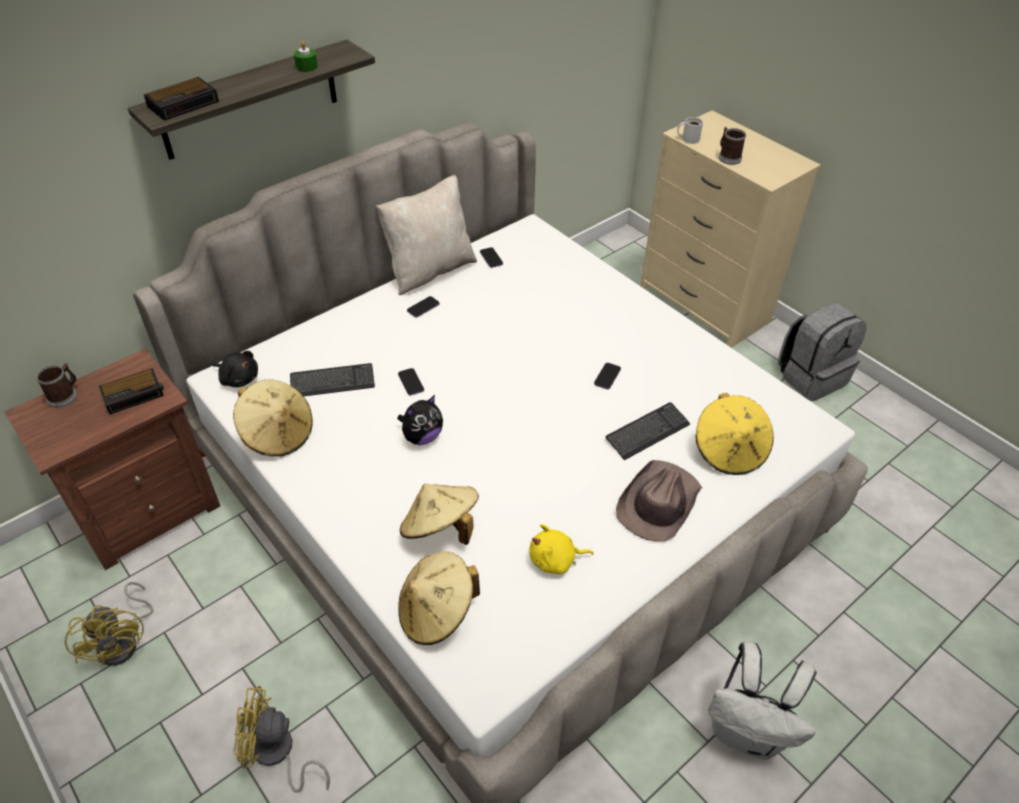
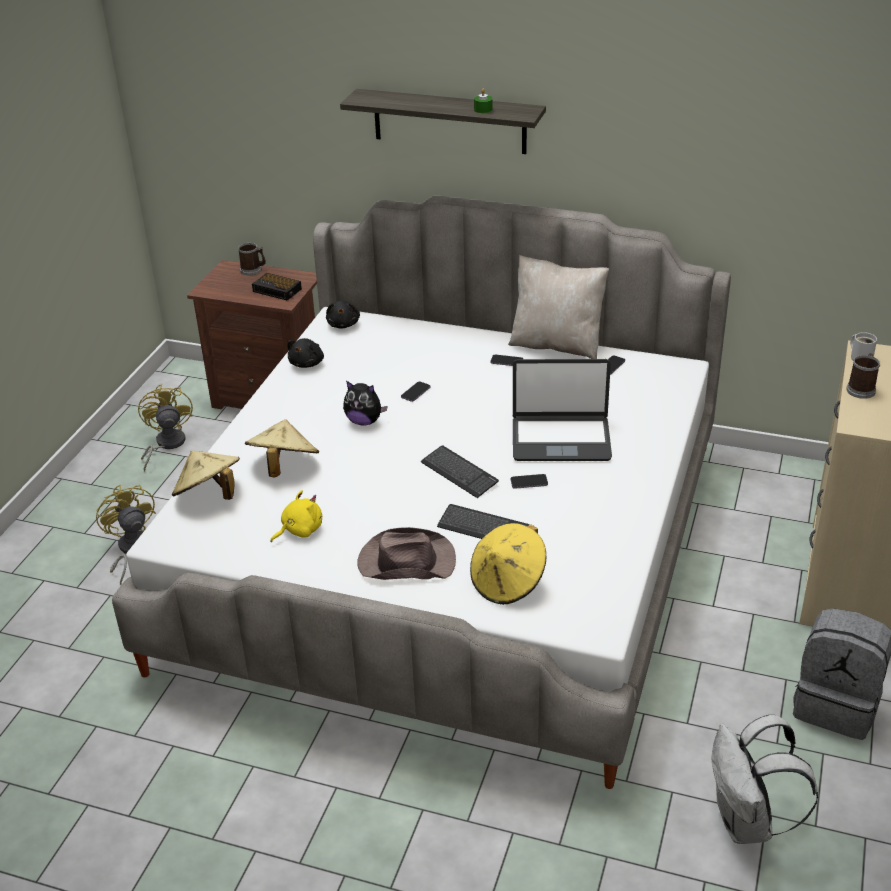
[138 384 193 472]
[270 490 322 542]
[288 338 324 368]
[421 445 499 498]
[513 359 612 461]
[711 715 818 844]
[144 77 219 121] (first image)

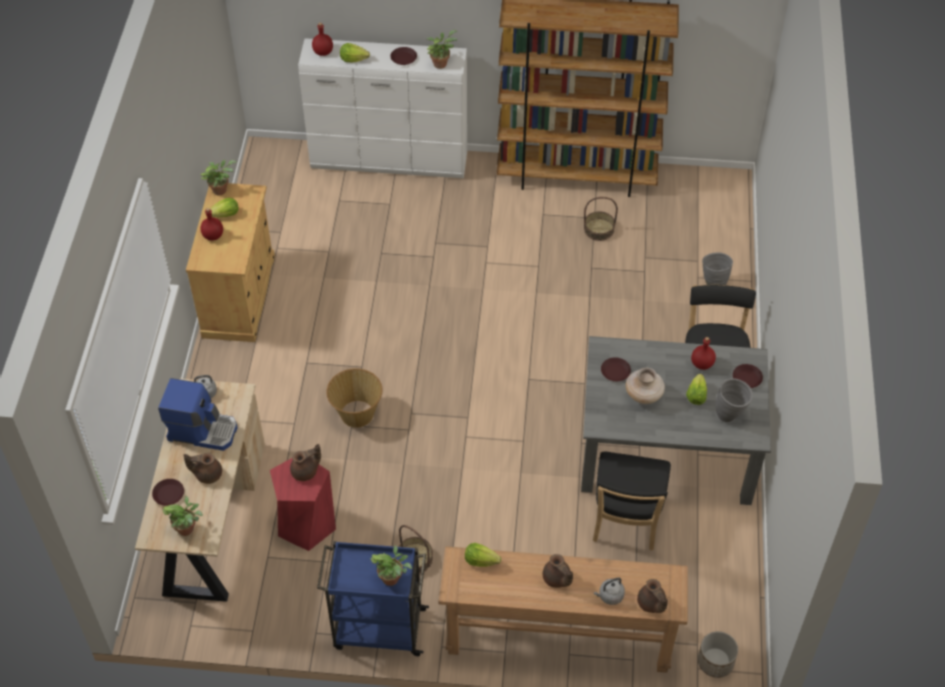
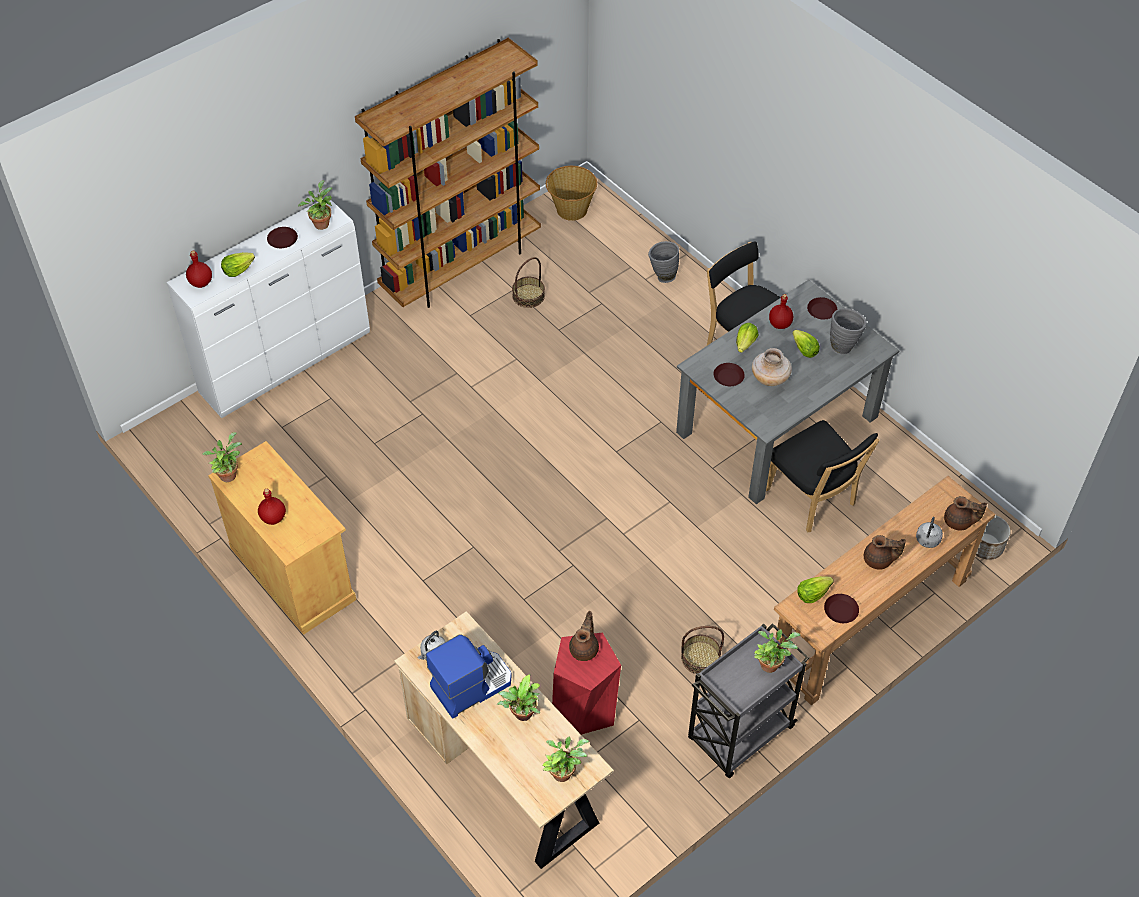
[497 674 540 721]
[546 166 597 221]
[688 623 809 778]
[736 323 759 353]
[824 594 859 623]

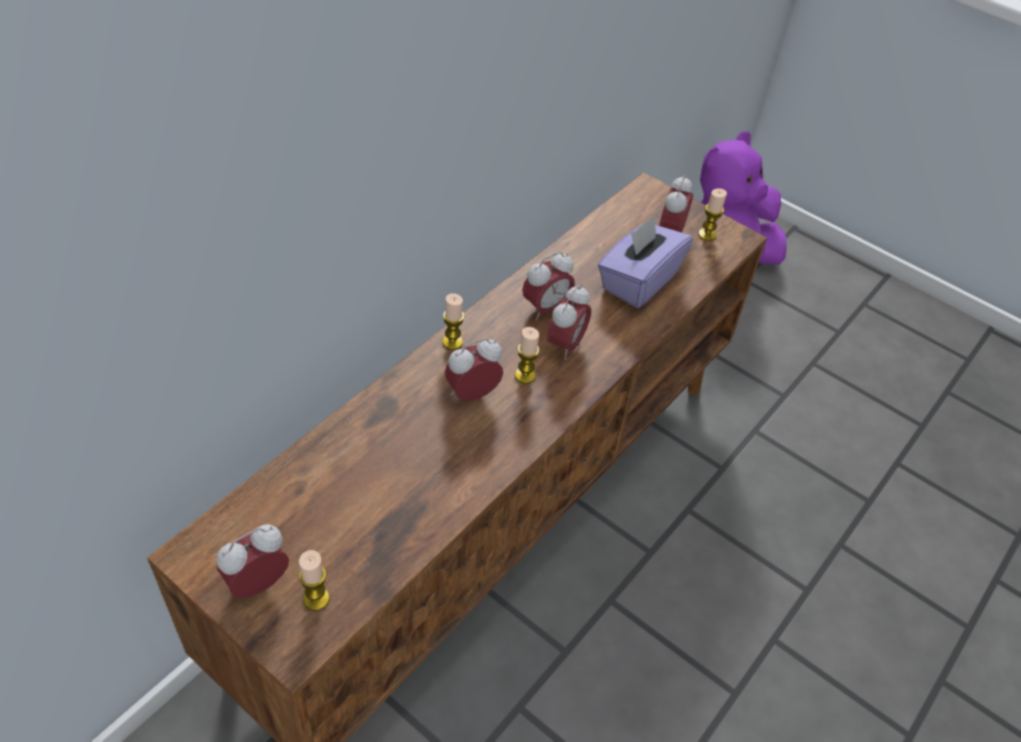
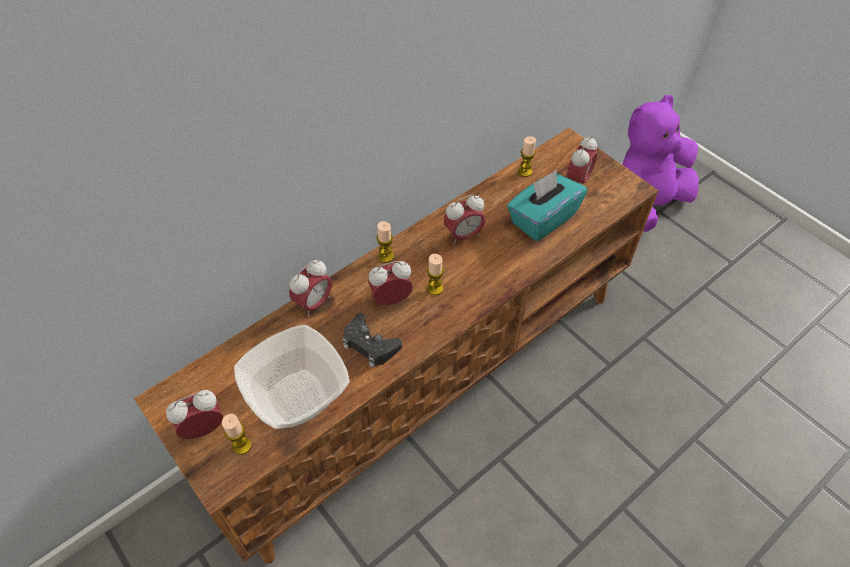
[234 325 349 429]
[289 259 332 316]
[342 313 402 368]
[507 169 587 241]
[518 136 536 177]

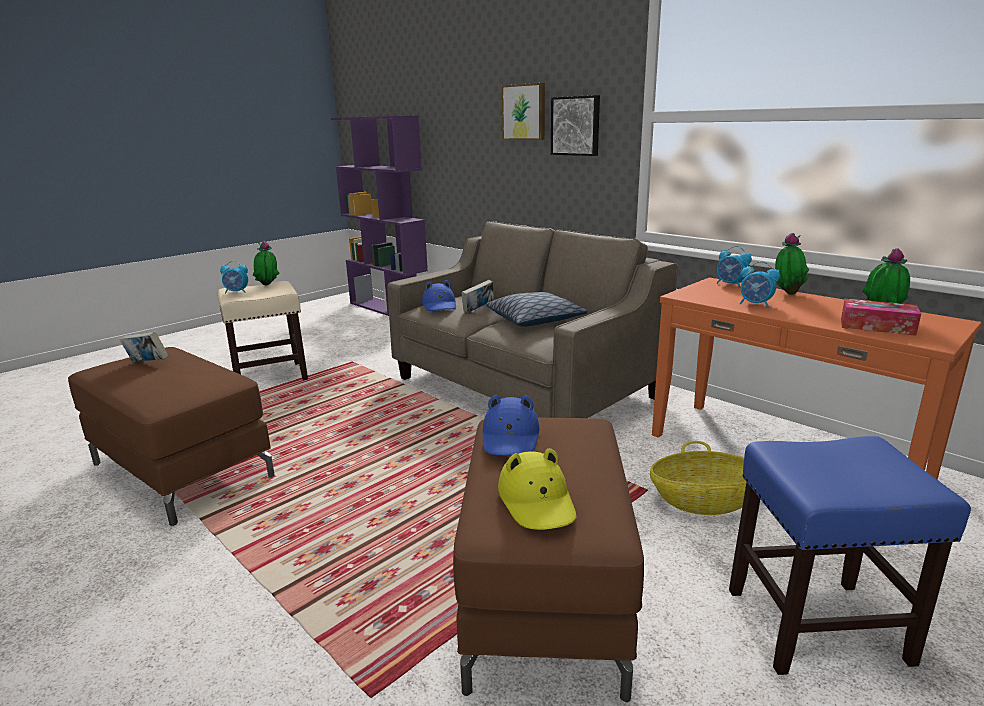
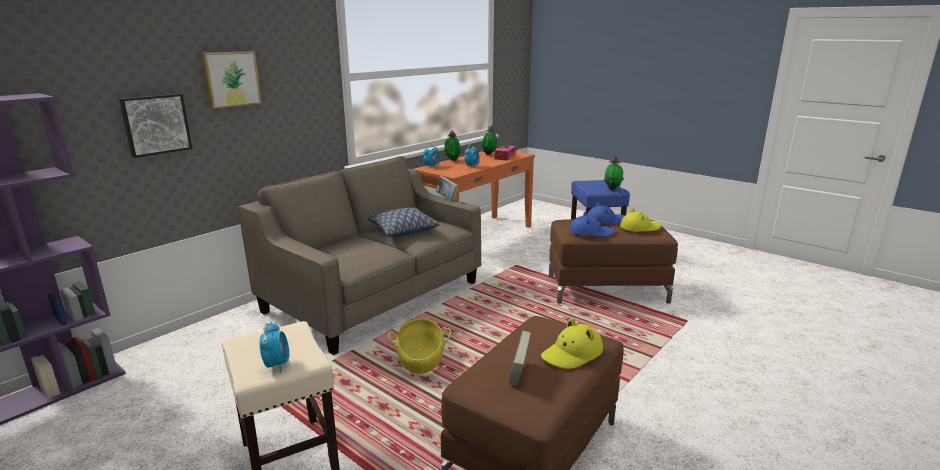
[119 94 192 158]
[388 318 451 374]
[436 176 459 201]
[541 319 603 369]
[587 202 625 224]
[604 157 624 190]

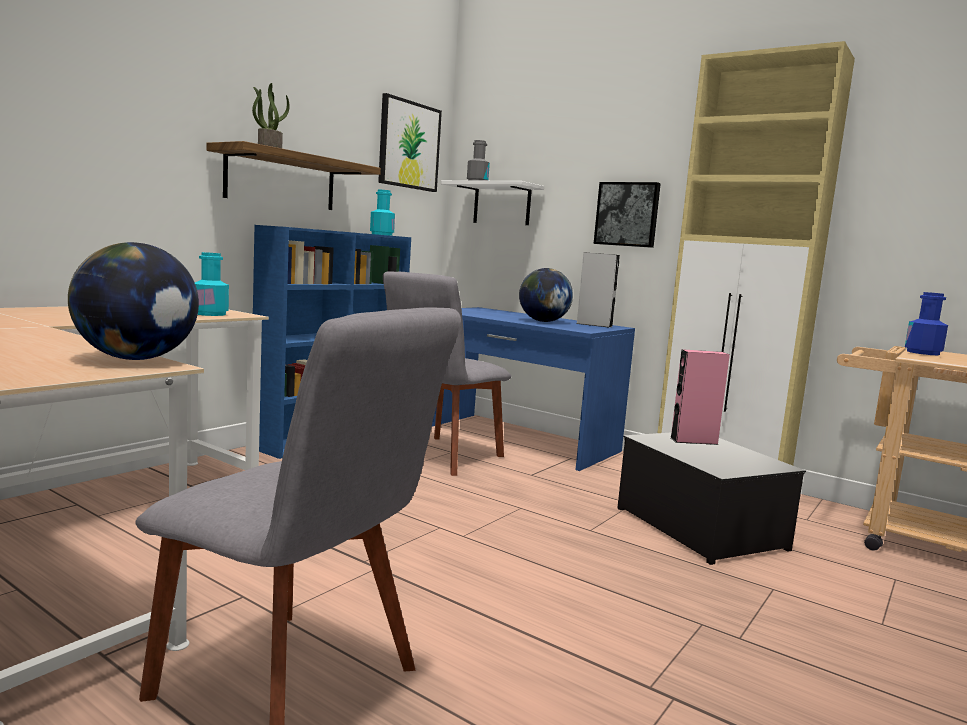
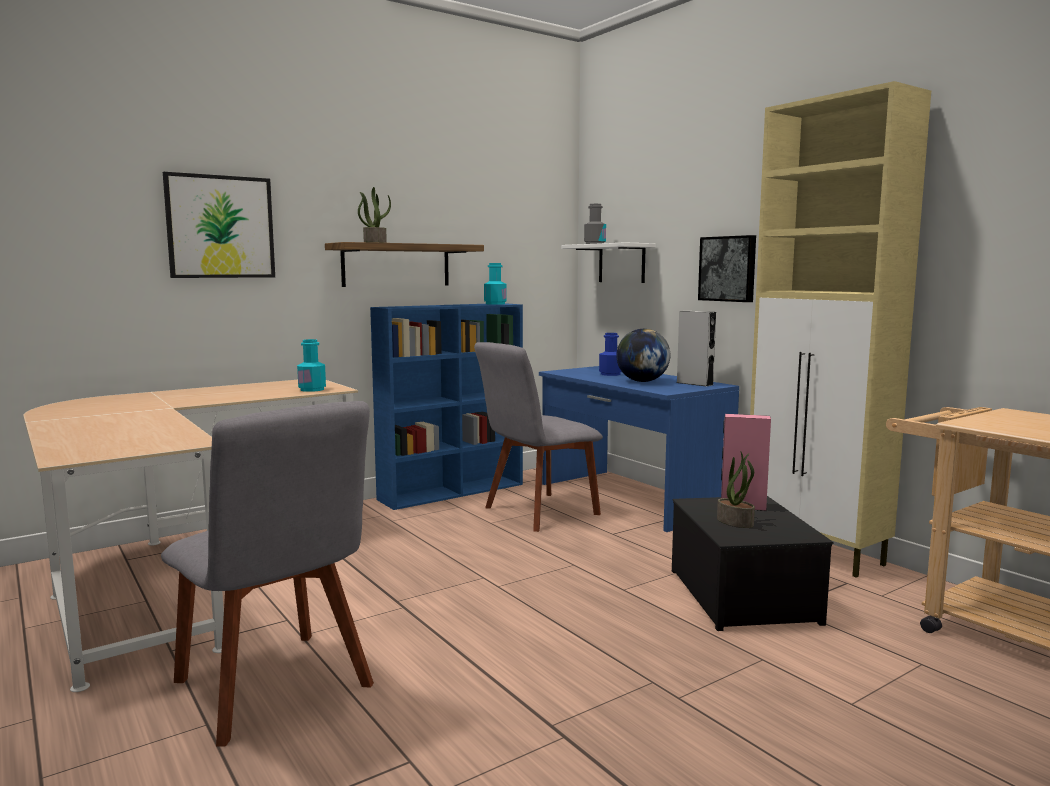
[163 172 275 278]
[599 333 622 376]
[717 452 755 528]
[68 242 199 360] (first image)

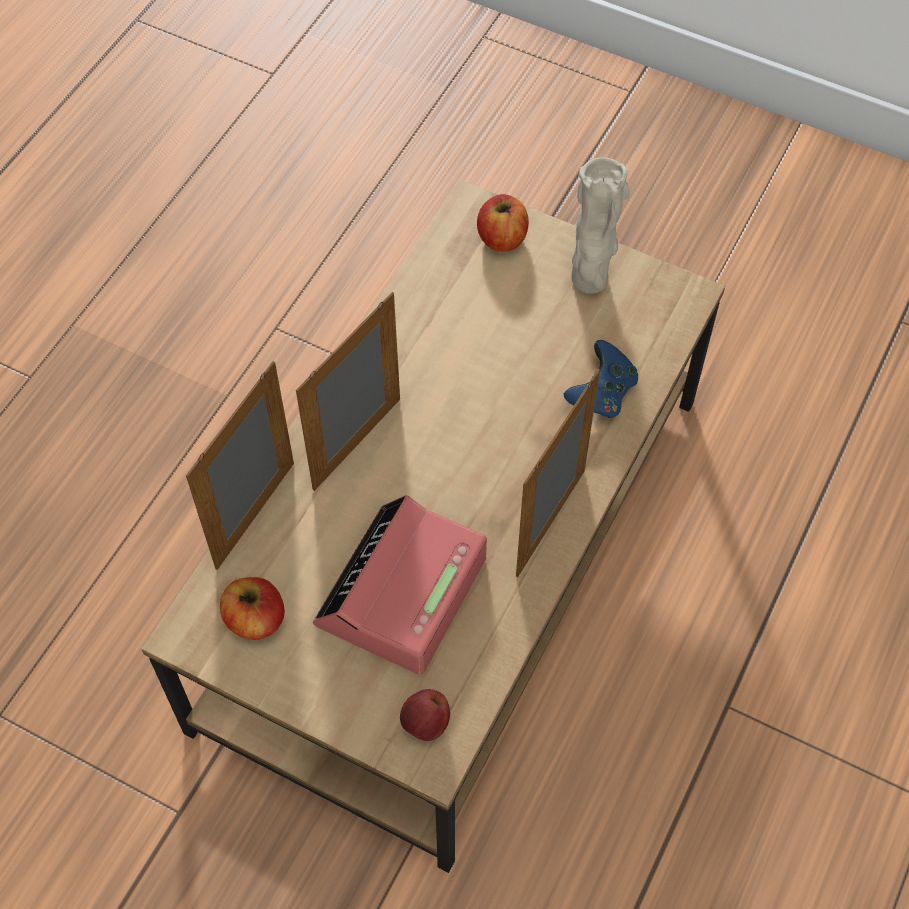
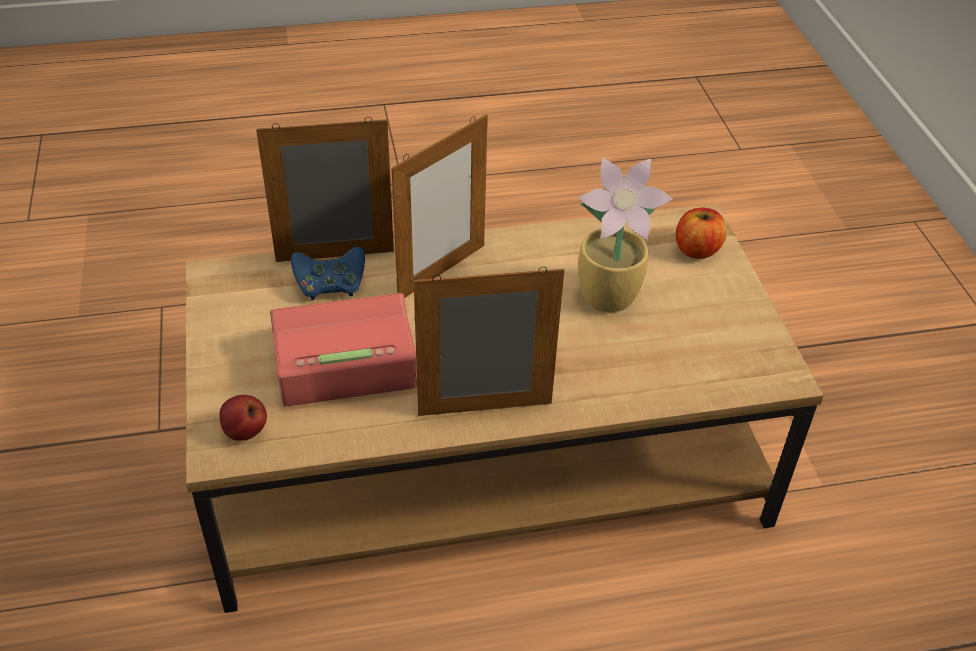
[291 246 365 300]
[391 115 488 298]
[578 158 672 312]
[220 577 285 640] (first image)
[571 157 629 294] (first image)

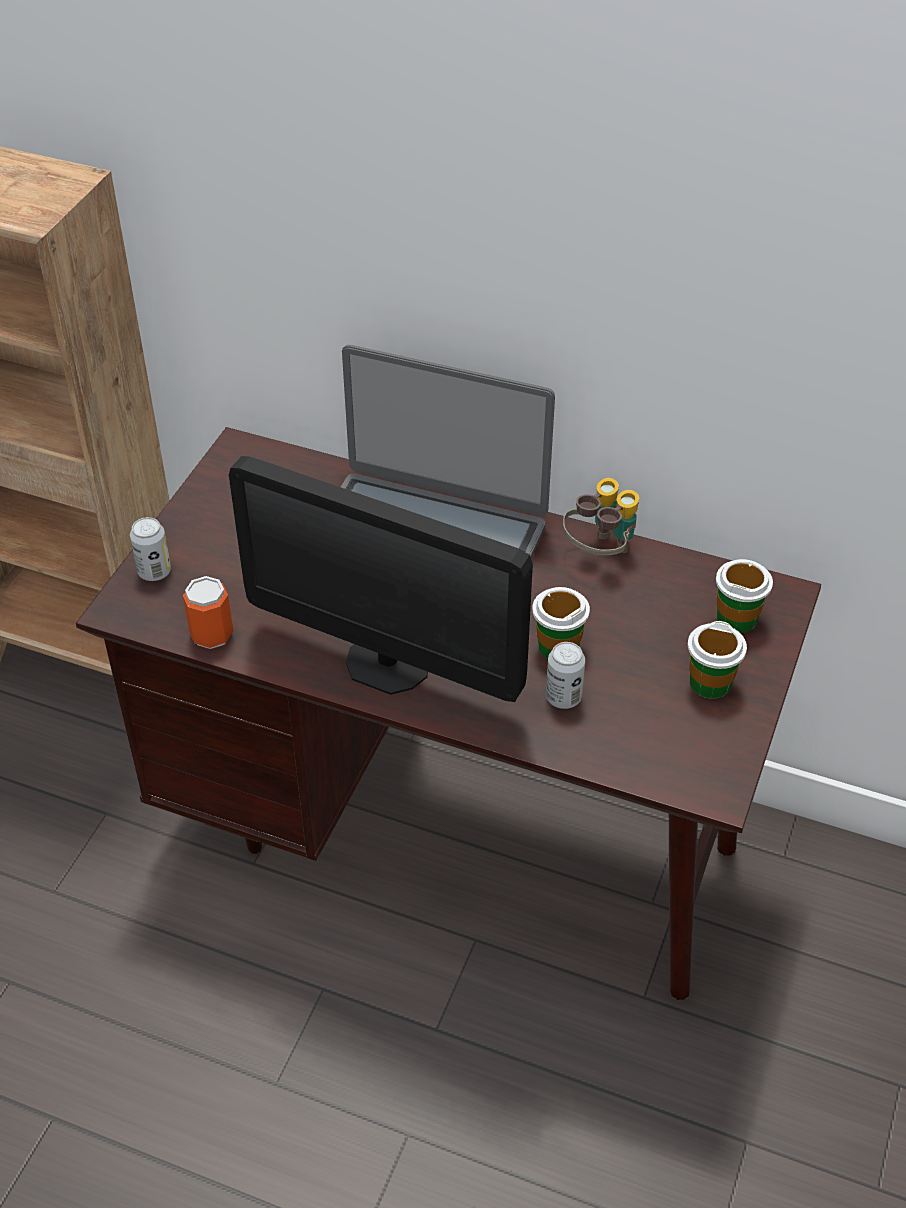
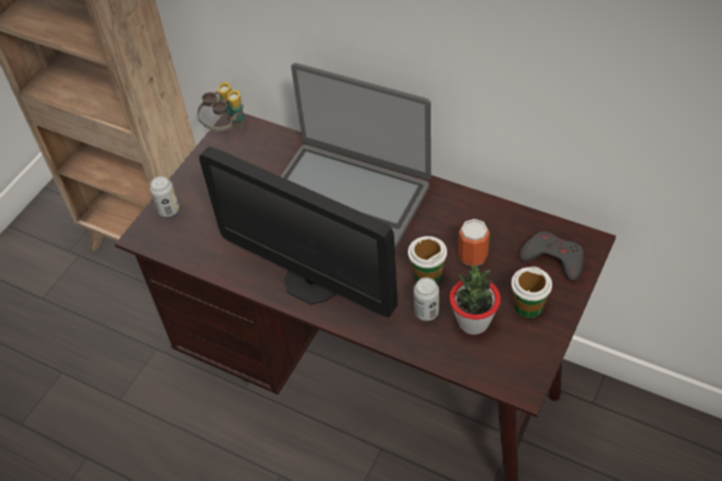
[197 82 244 131]
[449 265 501 334]
[458 219 490 267]
[519 232 584 282]

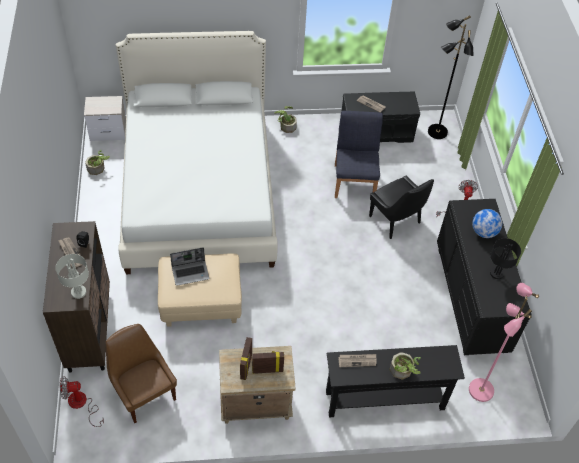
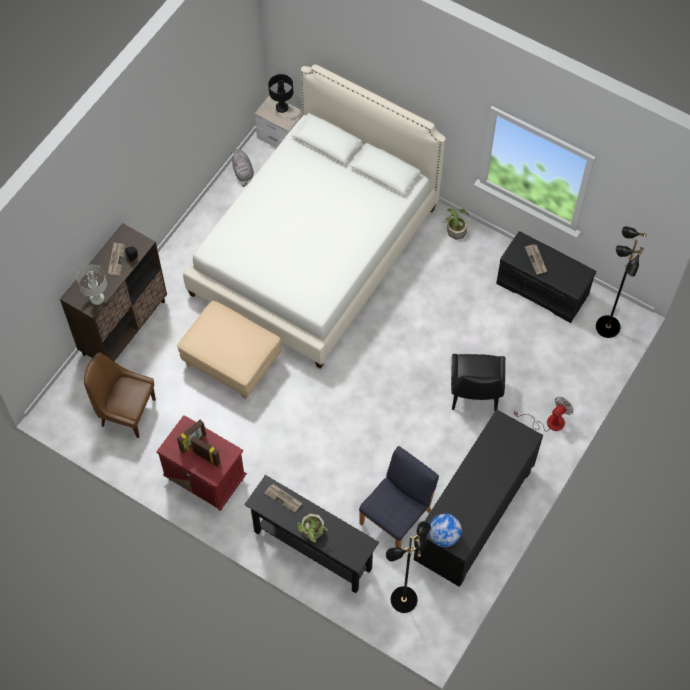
[84 352 156 438]
[156 415 247 511]
[231 149 254 187]
[268 74 293 113]
[359 446 439 548]
[386 521 431 613]
[429 514 462 547]
[59 376 104 427] (first image)
[170 247 209 286] (first image)

